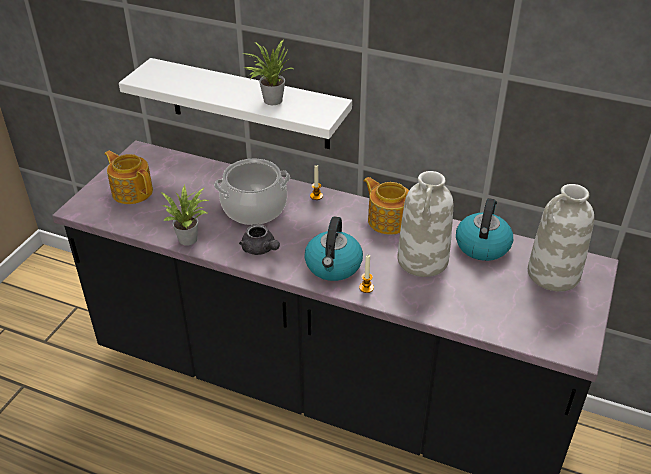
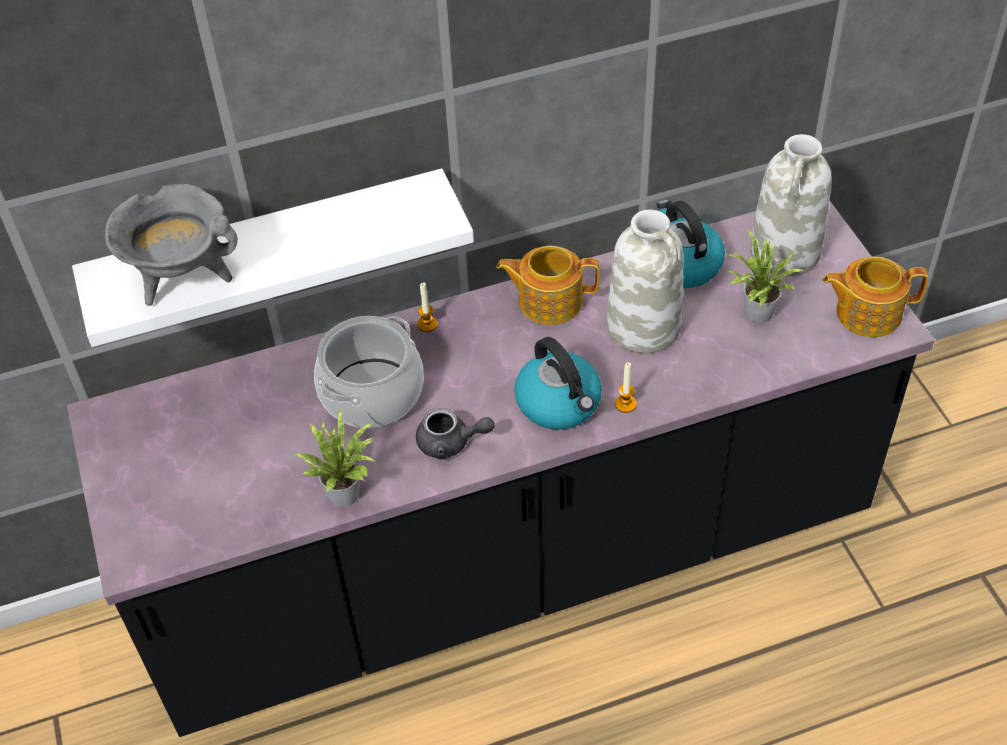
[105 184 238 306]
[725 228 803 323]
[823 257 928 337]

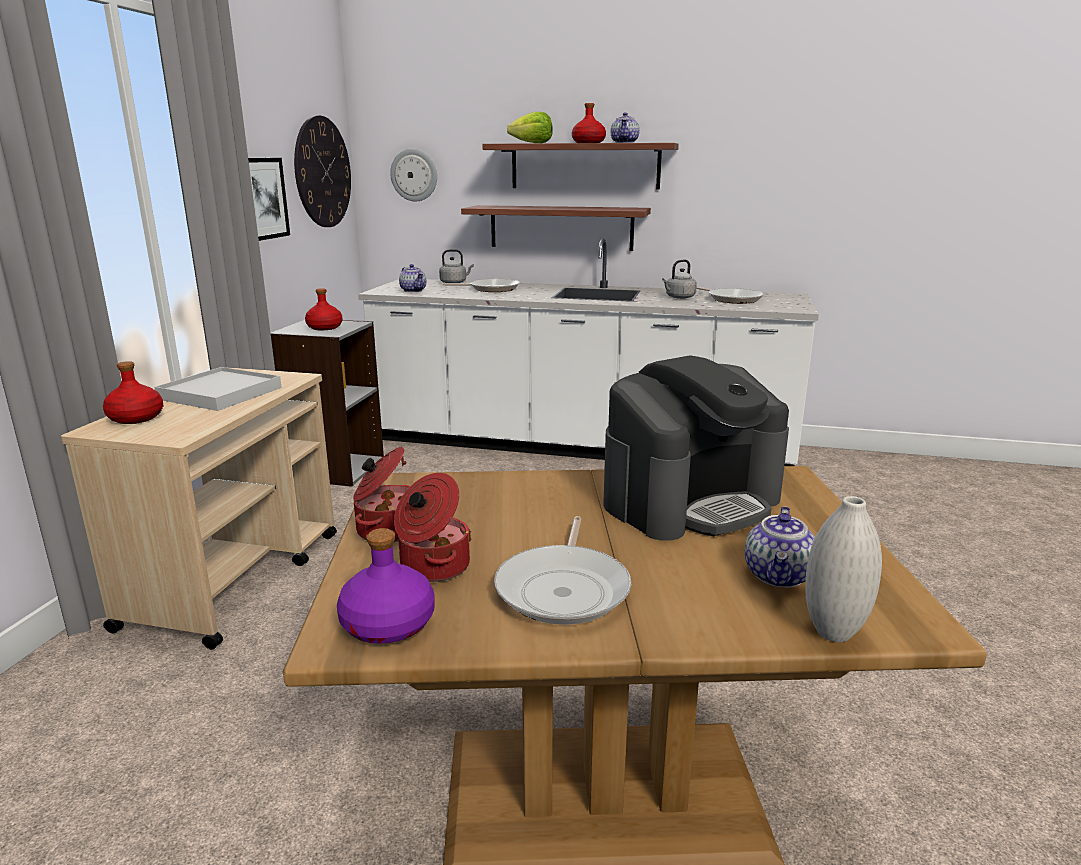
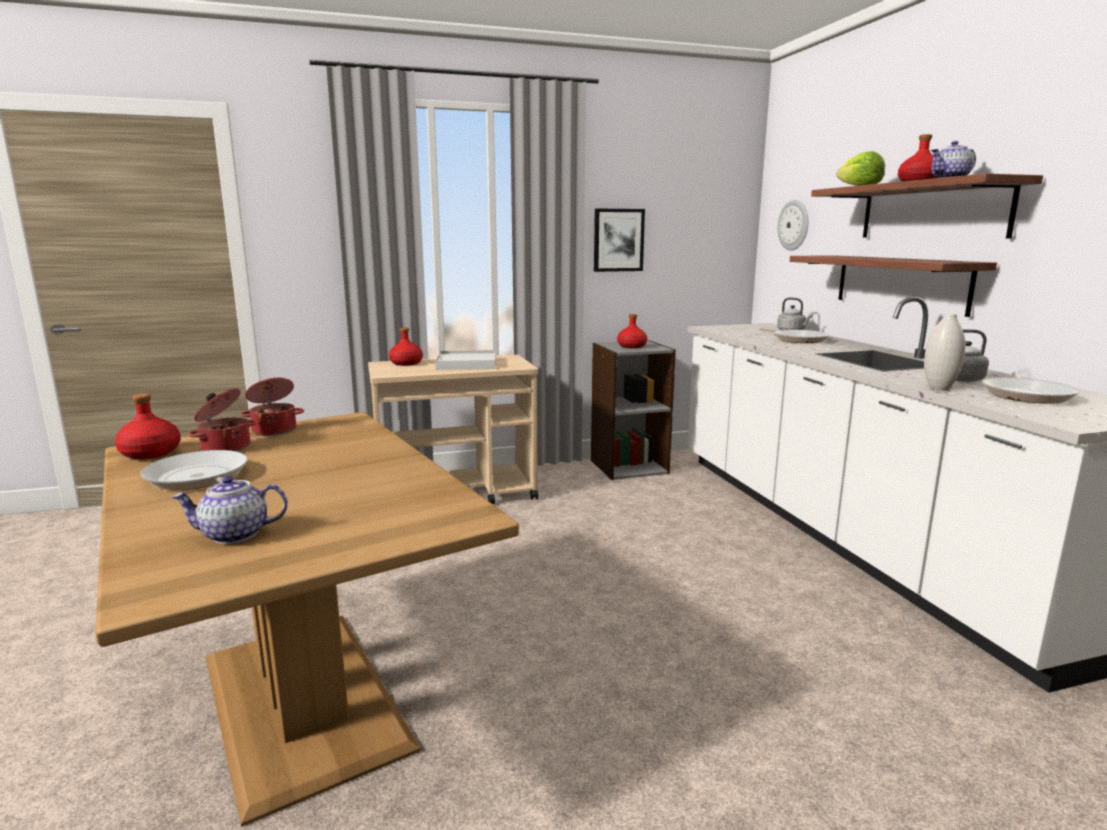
[115 393 181 459]
[140 450 248 490]
[924 313 965 390]
[294 115 351 227] (first image)
[399 264 426 292] (first image)
[604 355 789 541] (first image)

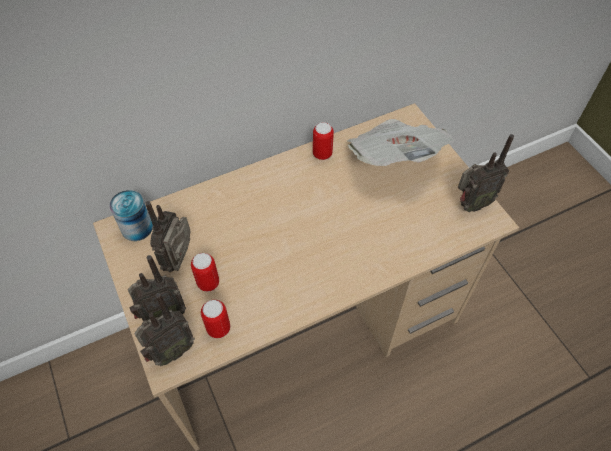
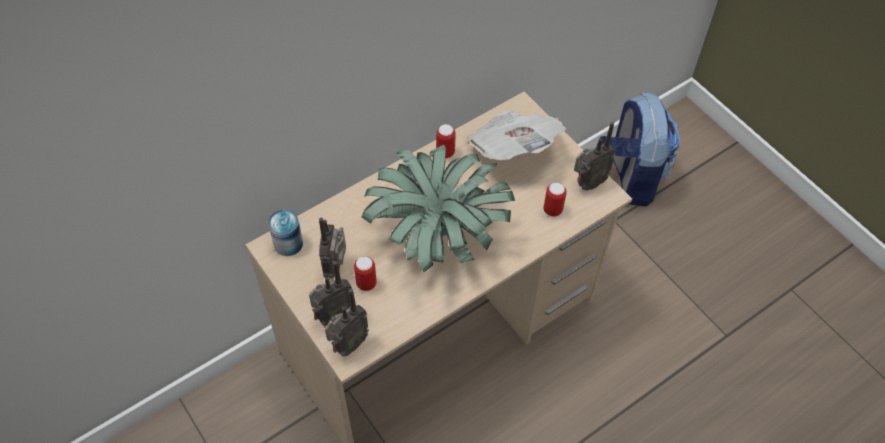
[362 145 515 272]
[544 182 567 217]
[597 92 680 207]

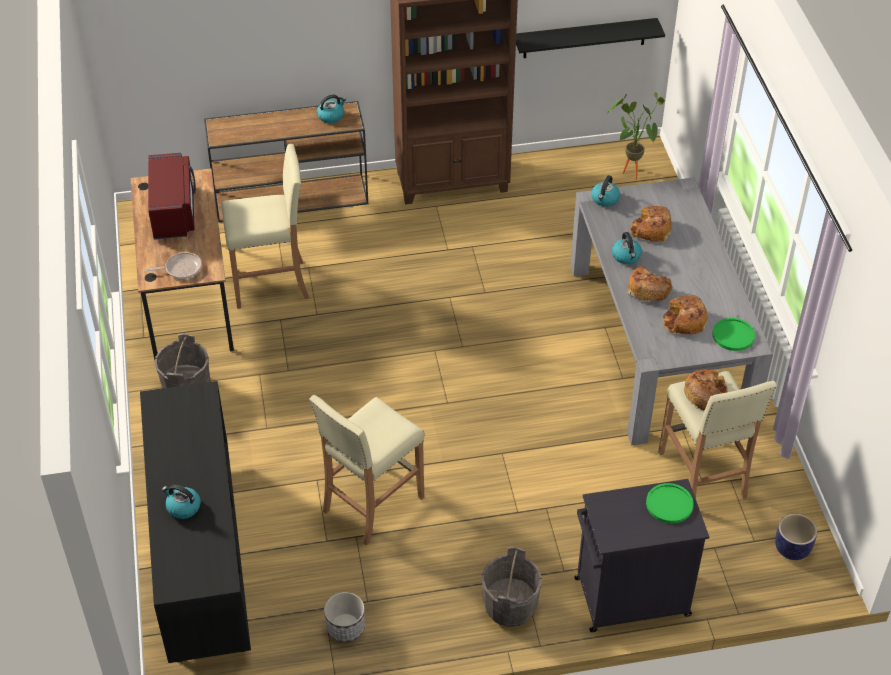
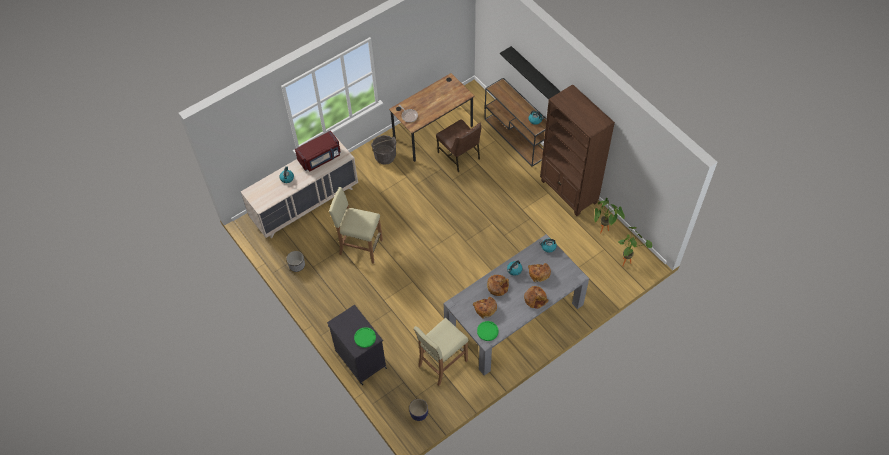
[241 137 358 238]
[295 131 341 171]
[436 119 481 173]
[500 46 561 100]
[524 286 548 309]
[594 198 625 233]
[481 546 542 627] (first image)

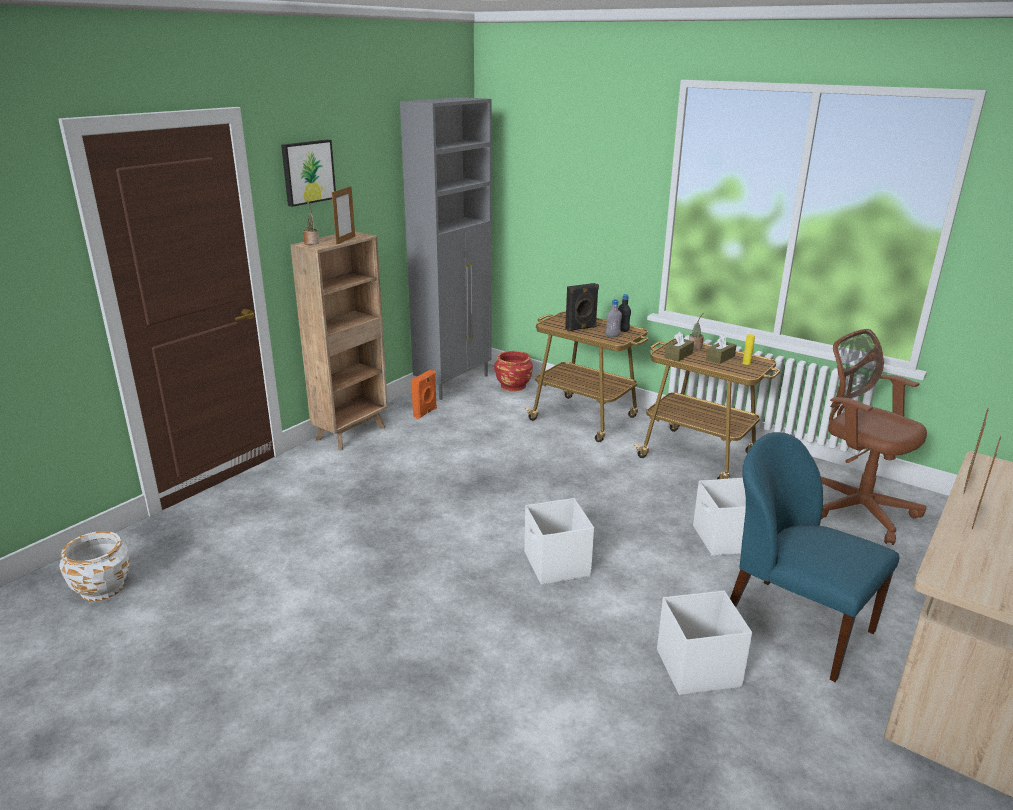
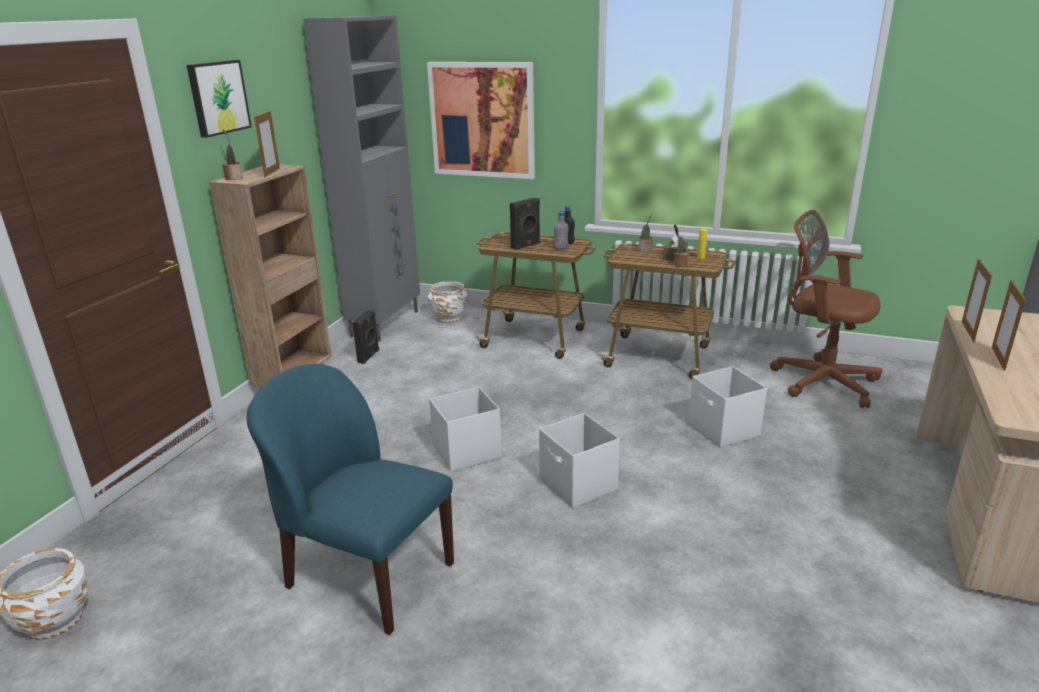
[247 364 454 635]
[352 310 379 364]
[427 62 535 179]
[427 281 467 323]
[429 387 501 472]
[674 224 690 267]
[665 331 694 361] (first image)

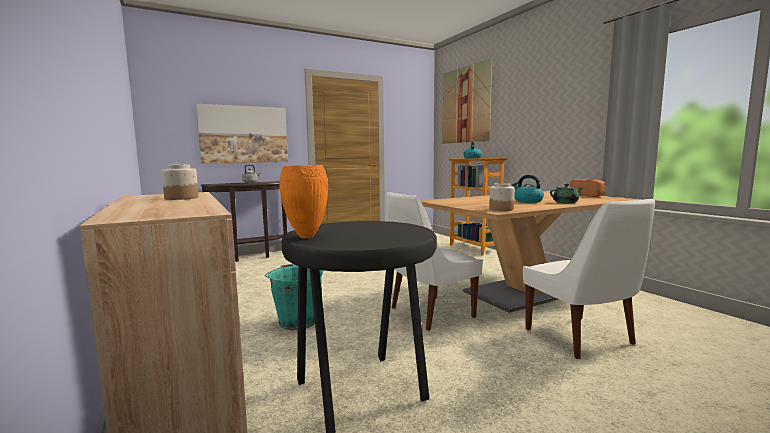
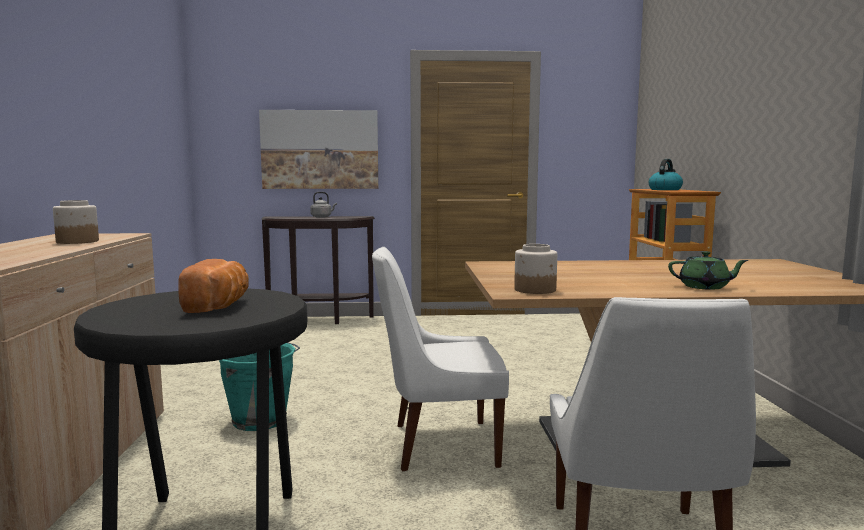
[178 259 249 313]
[279 165 328 238] (first image)
[442 58 492 144] (first image)
[512 175 544 203] (first image)

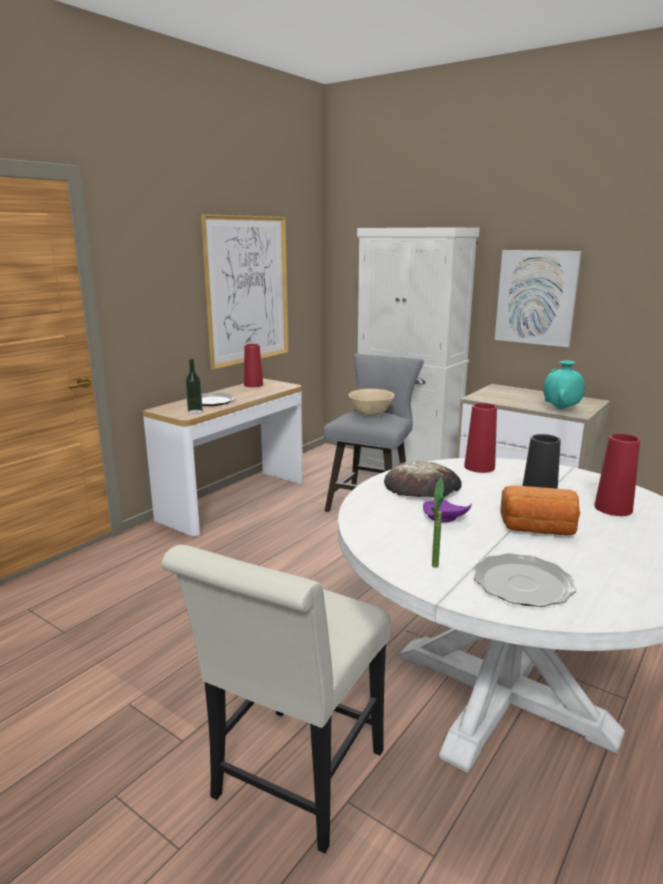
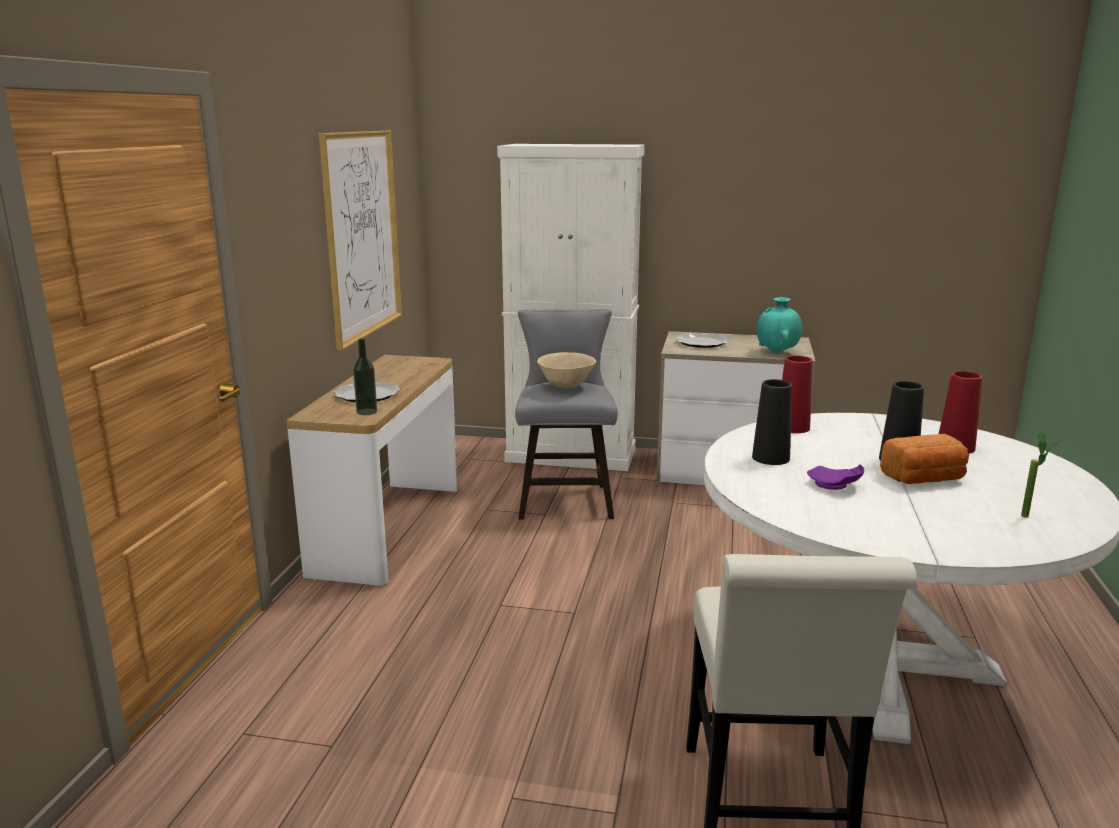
[675 333 729 348]
[752 379 792 465]
[1021 425 1065 518]
[244 344 263 387] (first image)
[495 250 581 347] (first image)

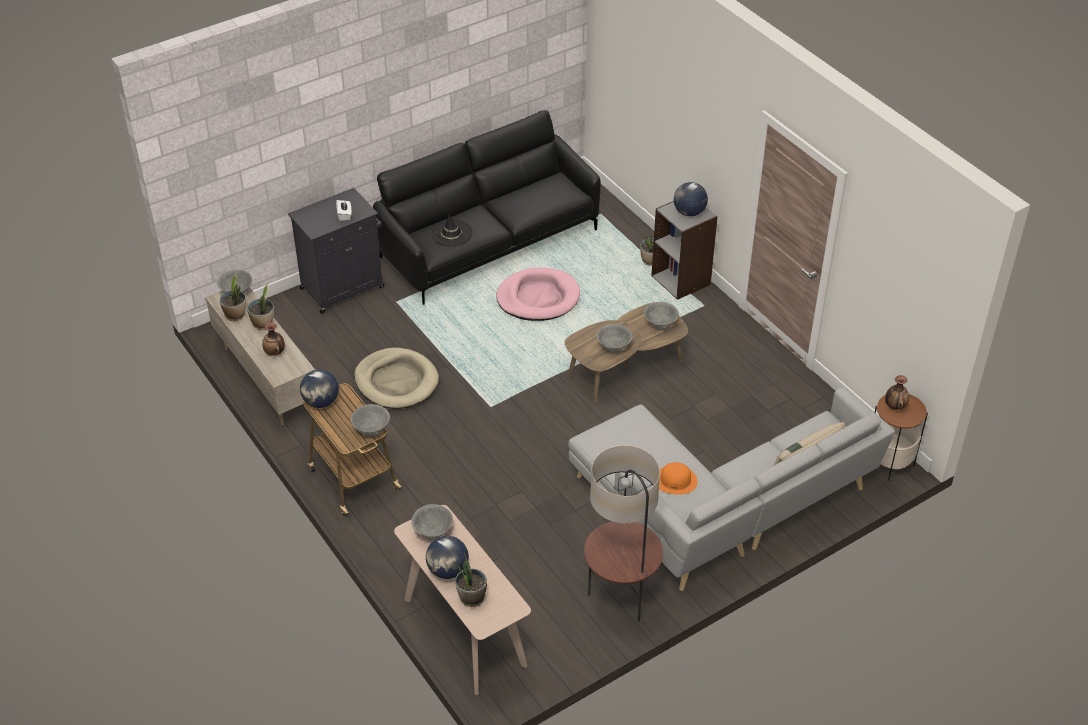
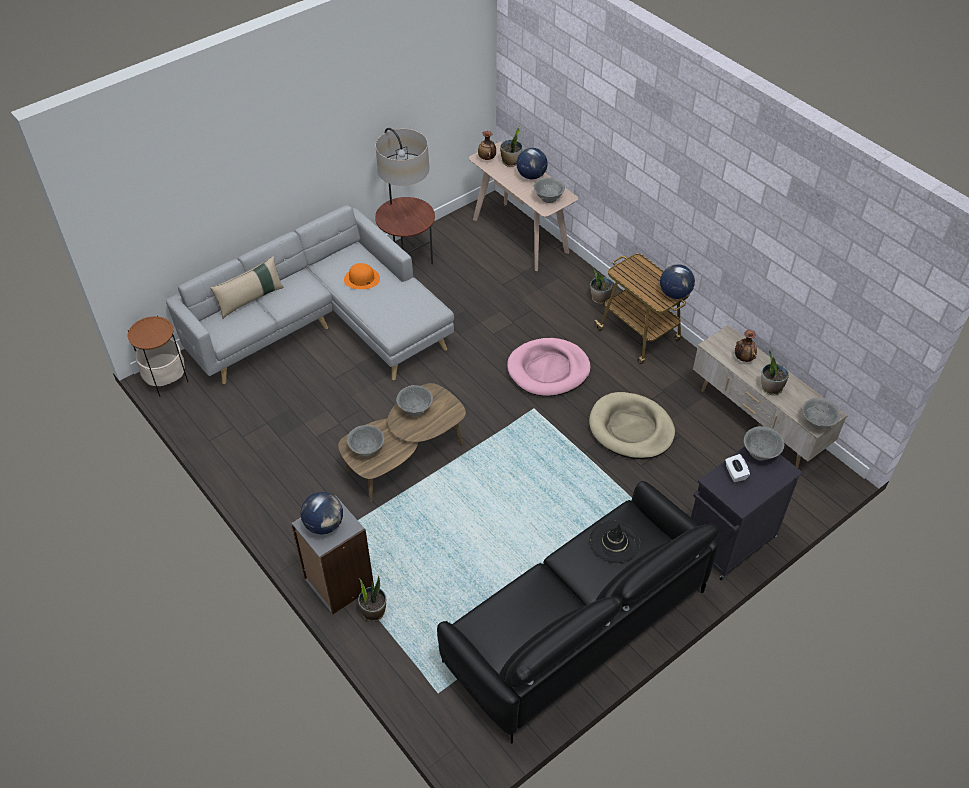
[478 131 496 160]
[507 338 591 396]
[590 267 613 304]
[744 426 784 461]

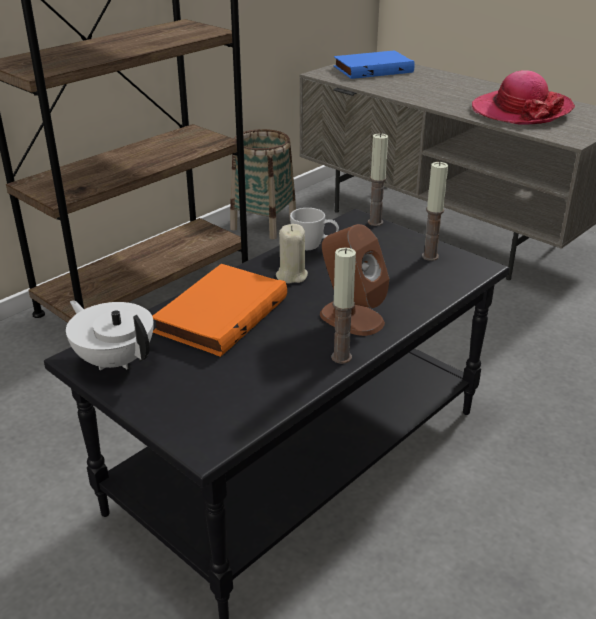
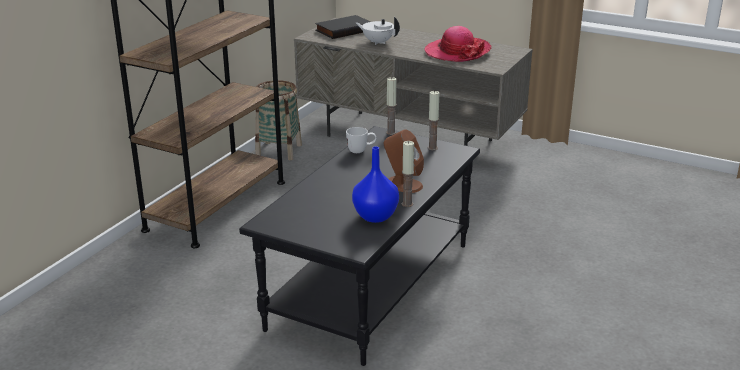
[315 15 371 39]
[352 146 399 223]
[356 17 400 45]
[153 264 287 357] (first image)
[276 224 308 283] (first image)

